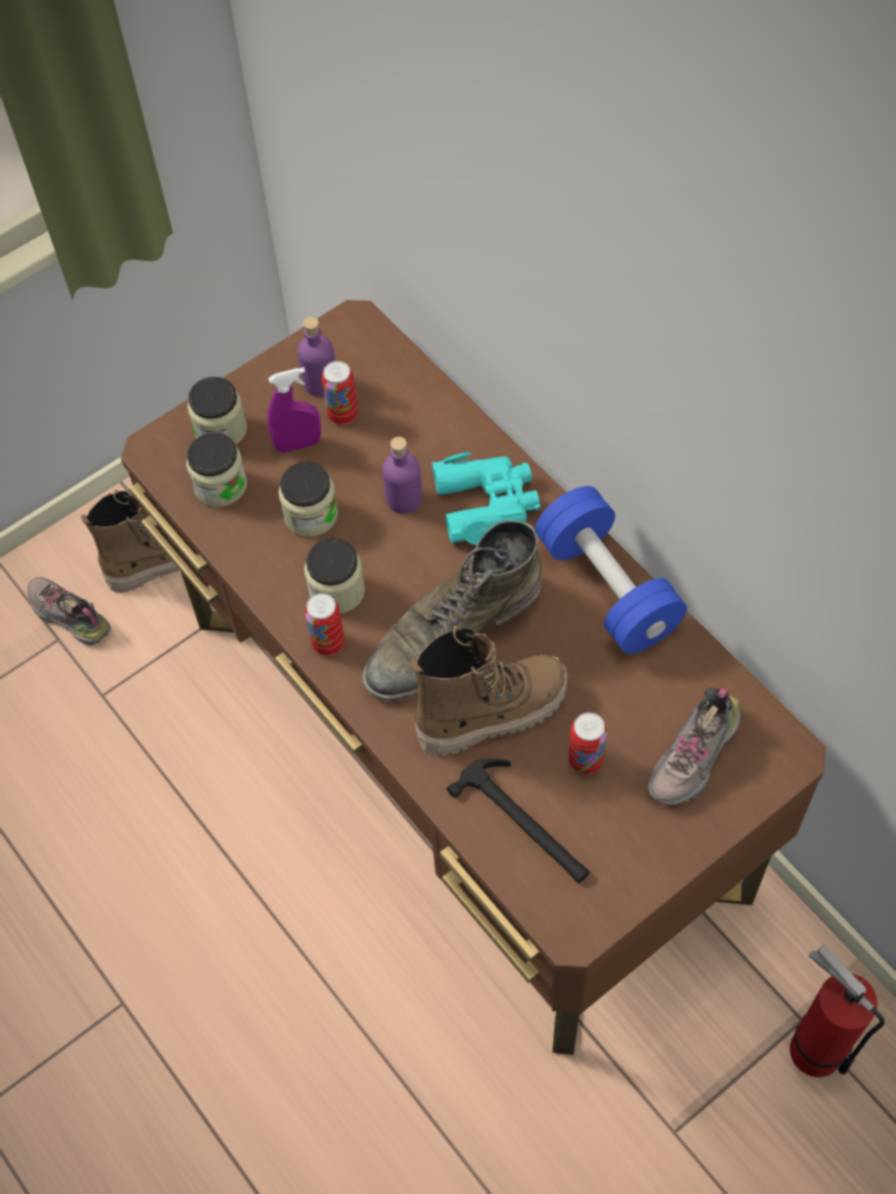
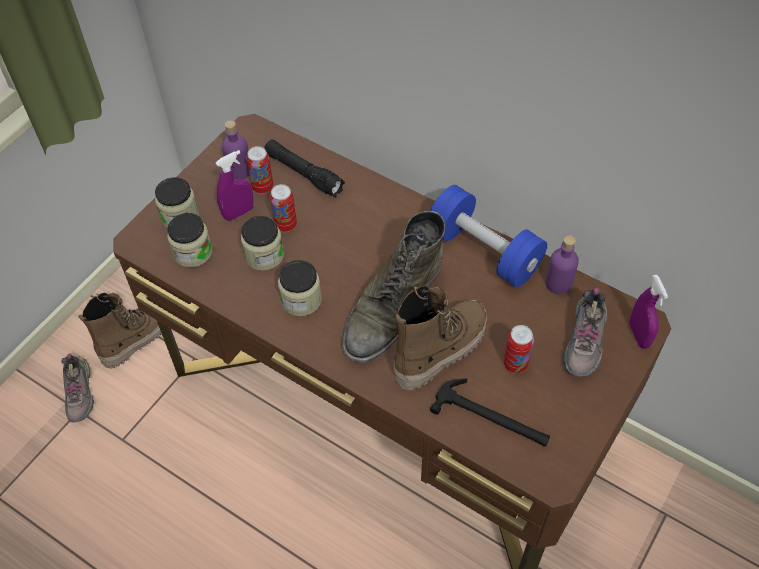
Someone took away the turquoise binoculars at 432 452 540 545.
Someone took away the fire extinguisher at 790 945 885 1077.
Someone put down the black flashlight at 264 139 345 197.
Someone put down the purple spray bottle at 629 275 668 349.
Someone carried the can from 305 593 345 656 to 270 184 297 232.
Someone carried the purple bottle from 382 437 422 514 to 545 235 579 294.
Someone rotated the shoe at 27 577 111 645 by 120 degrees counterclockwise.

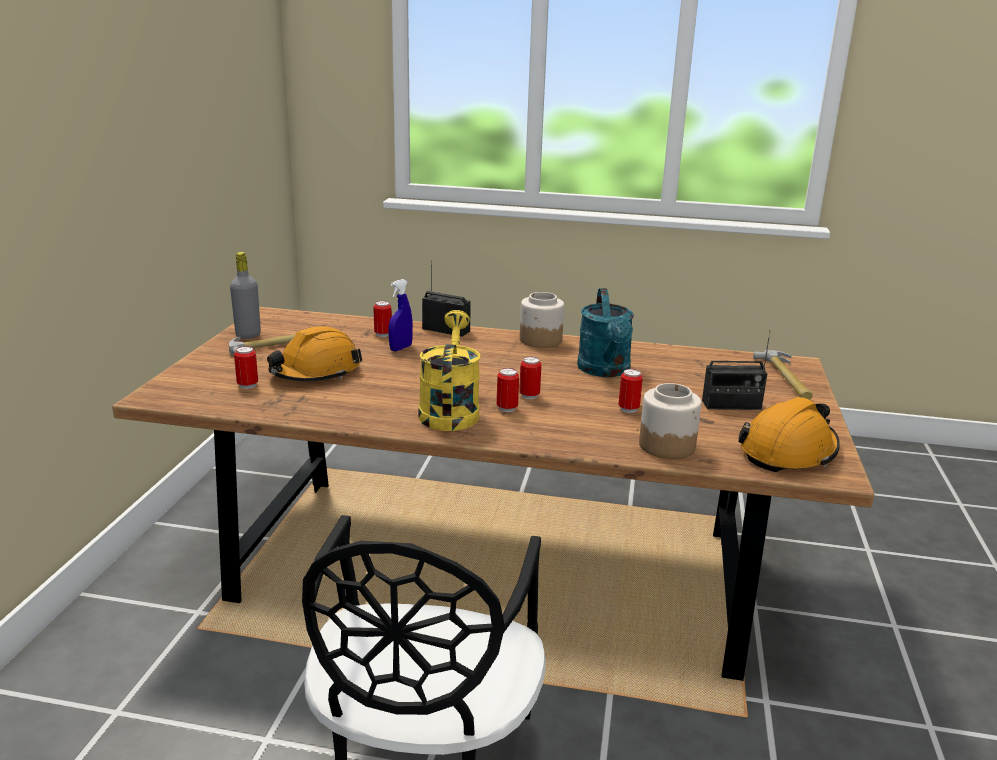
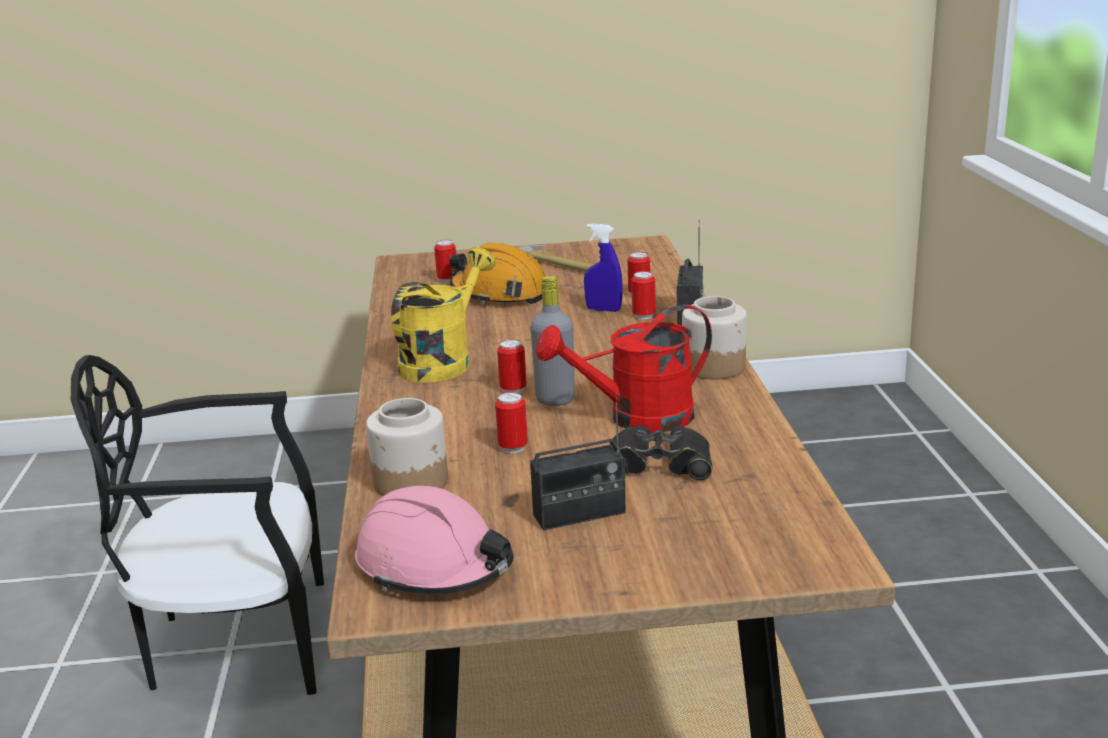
Someone took away the hammer at 753 350 813 400.
Someone put down the black binoculars at 610 426 713 481.
Someone carried the grey bottle from 230 252 261 339 to 530 276 575 406.
Someone carried the can from 497 368 519 412 to 631 271 656 319.
Someone repainted the turquoise watering can at 577 288 634 377, which became the red watering can at 536 304 712 433.
Someone repainted the orange hard hat at 738 397 840 472, which became the pink hard hat at 355 486 513 595.
Someone rotated the yellow watering can at 418 310 481 431 by 45 degrees counterclockwise.
Someone rotated the radio at 702 330 771 410 by 90 degrees counterclockwise.

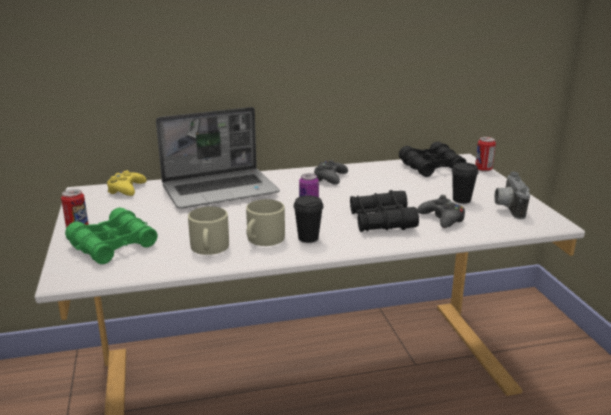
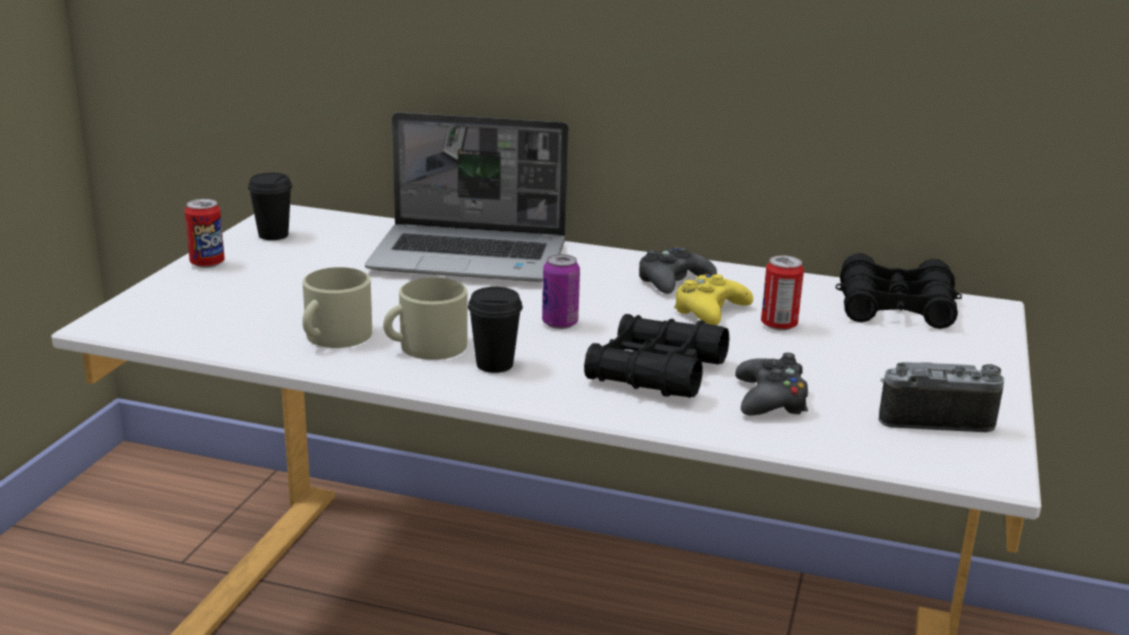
Someone took away the green binoculars at 65 208 157 264.
Someone carried the yellow game controller from 107 171 147 196 to 674 273 753 325.
Someone carried the black cup from 451 162 478 204 to 248 173 292 240.
Someone carried the can from 475 137 496 172 to 761 255 804 331.
Someone rotated the photo camera at 494 172 530 219 by 60 degrees clockwise.

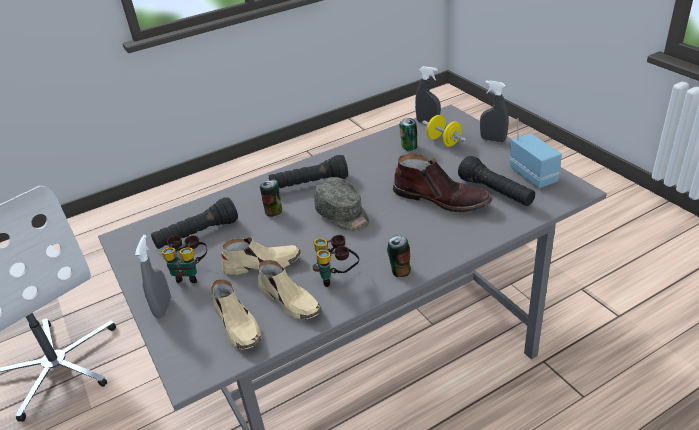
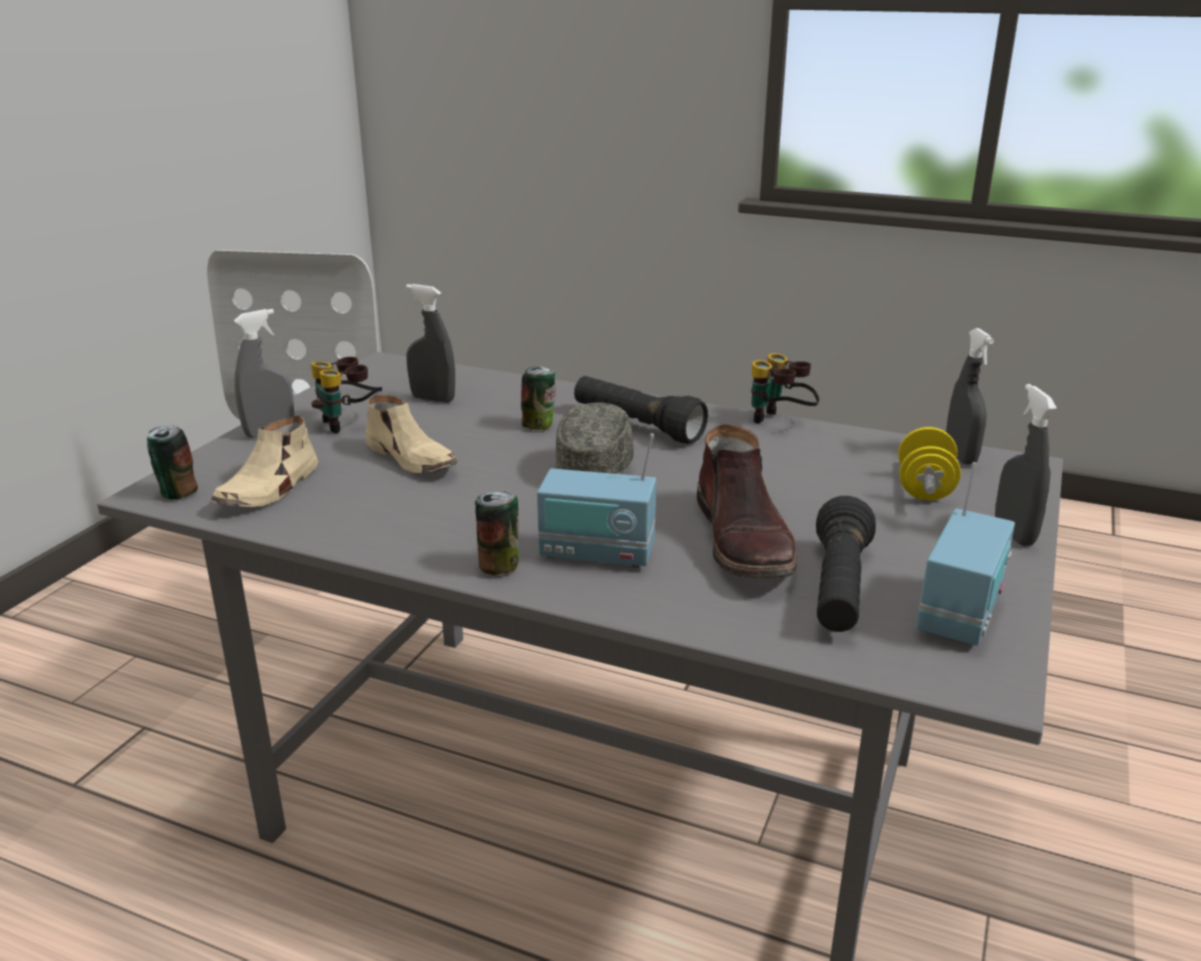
Someone took away the beige shoe at 258 260 322 319.
Someone put down the radio at 537 434 656 568.
Someone carried the binoculars from 313 235 359 287 to 751 353 819 423.
Someone carried the can from 399 118 417 151 to 147 425 198 500.
Someone swapped the black flashlight at 151 197 238 249 for the grey spray bottle at 406 284 455 403.

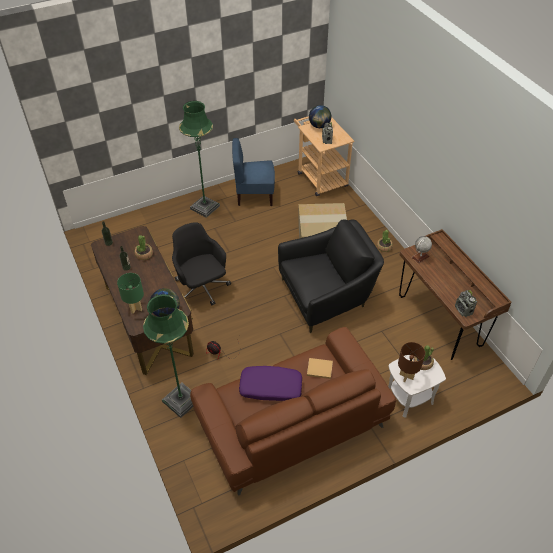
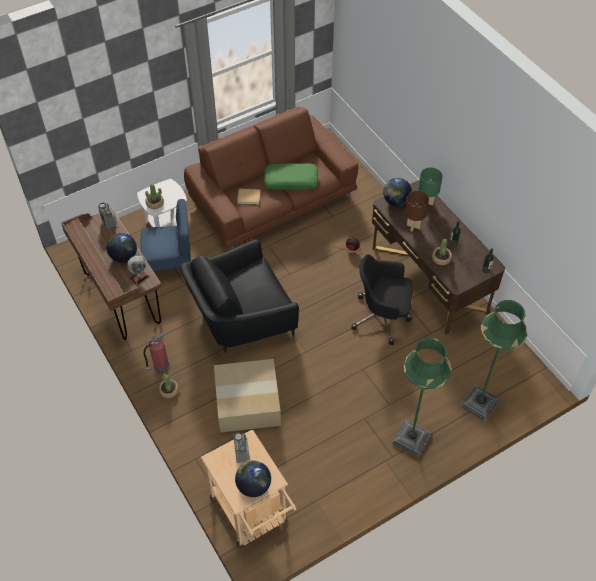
Someone put down the globe at 107 233 137 263.
Someone put down the fire extinguisher at 143 333 169 371.
Someone carried the green floor lamp from 143 294 193 418 to 460 300 528 422.
Someone carried the blue chair from 232 138 275 206 to 140 199 191 271.
Someone carried the brown table lamp from 398 342 425 382 to 405 191 429 232.
Someone repainted the purple pillow at 239 366 302 401, which became the green pillow at 264 163 318 190.
Someone rotated the black office chair at 172 222 231 305 by 135 degrees clockwise.

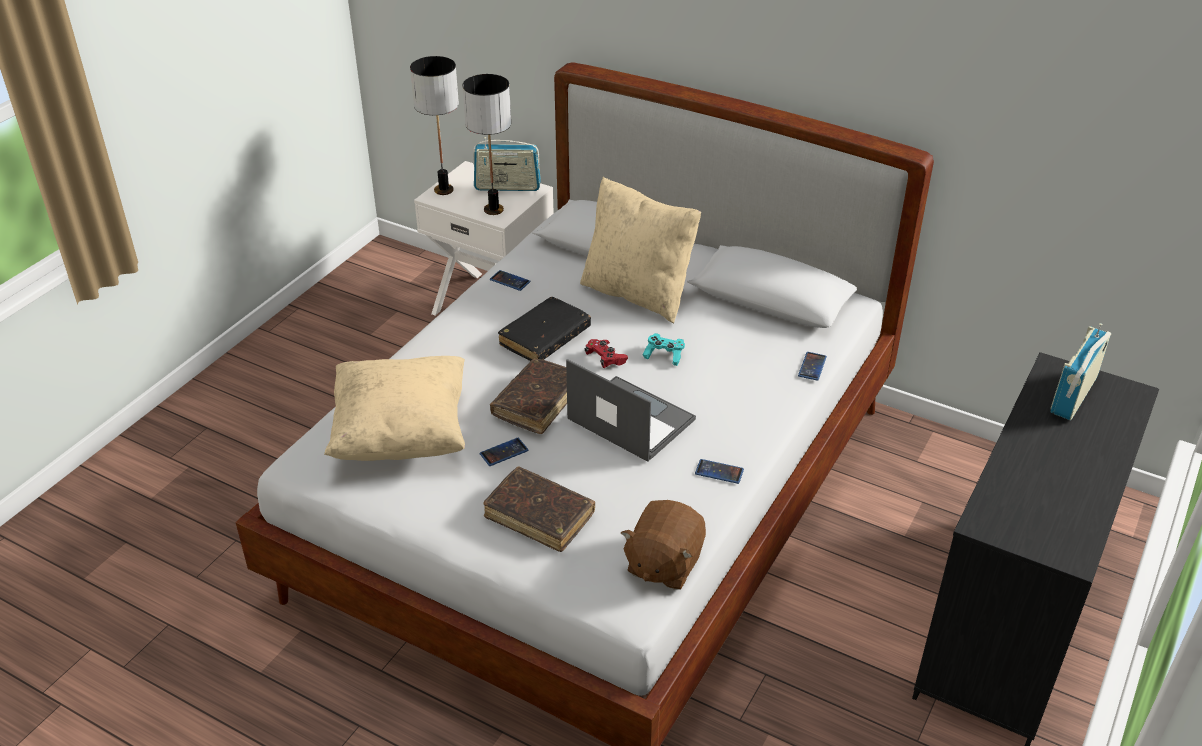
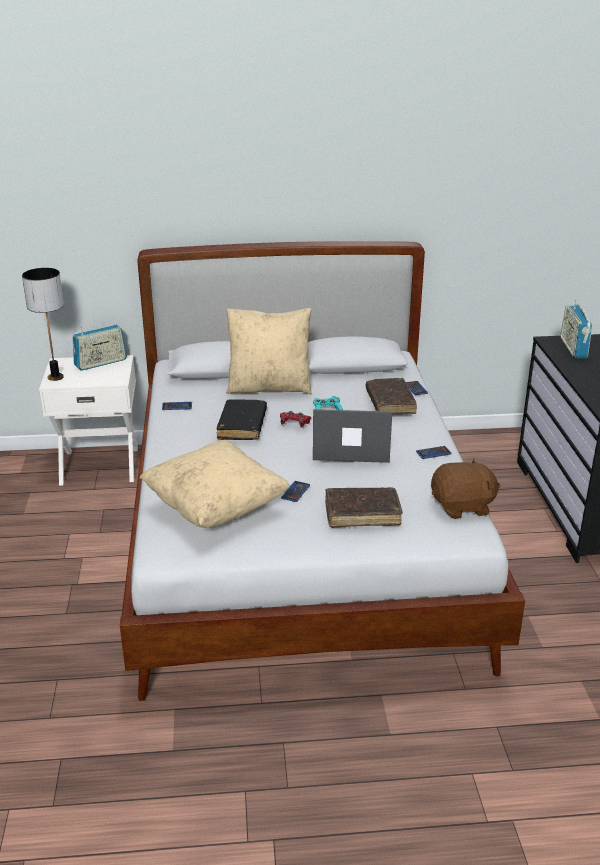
Someone took away the table lamp at 462 74 511 215.
Someone carried the brown book from 490 358 567 434 to 366 378 417 415.
Someone rotated the brown plush toy at 621 500 706 590 by 90 degrees counterclockwise.

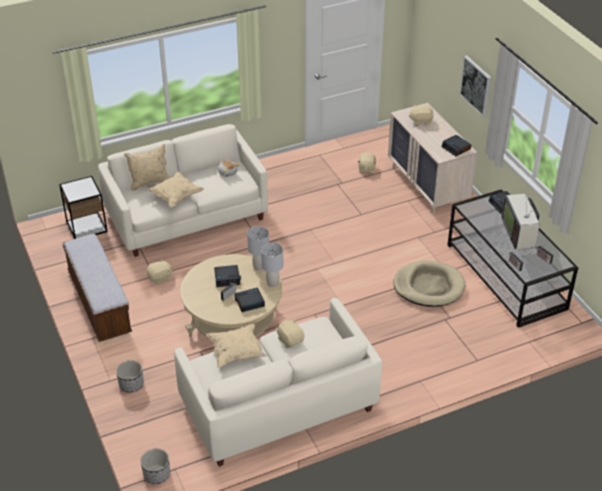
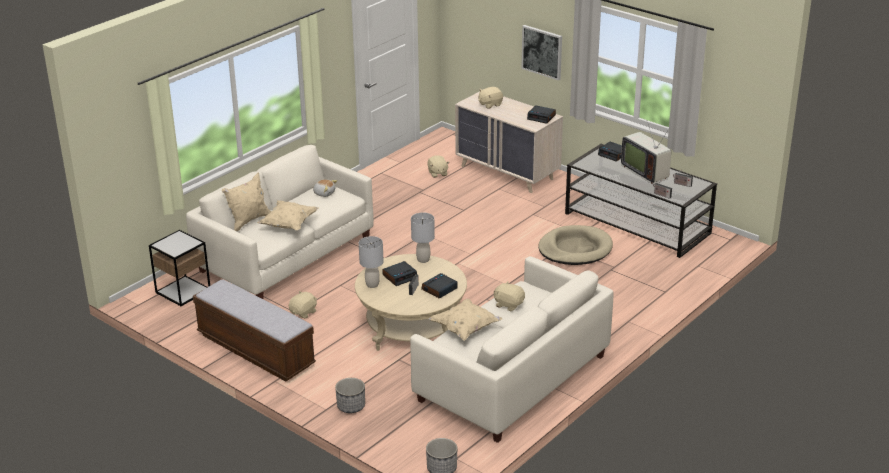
Someone carried the grey table lamp from 261 242 283 287 to 359 236 384 288.

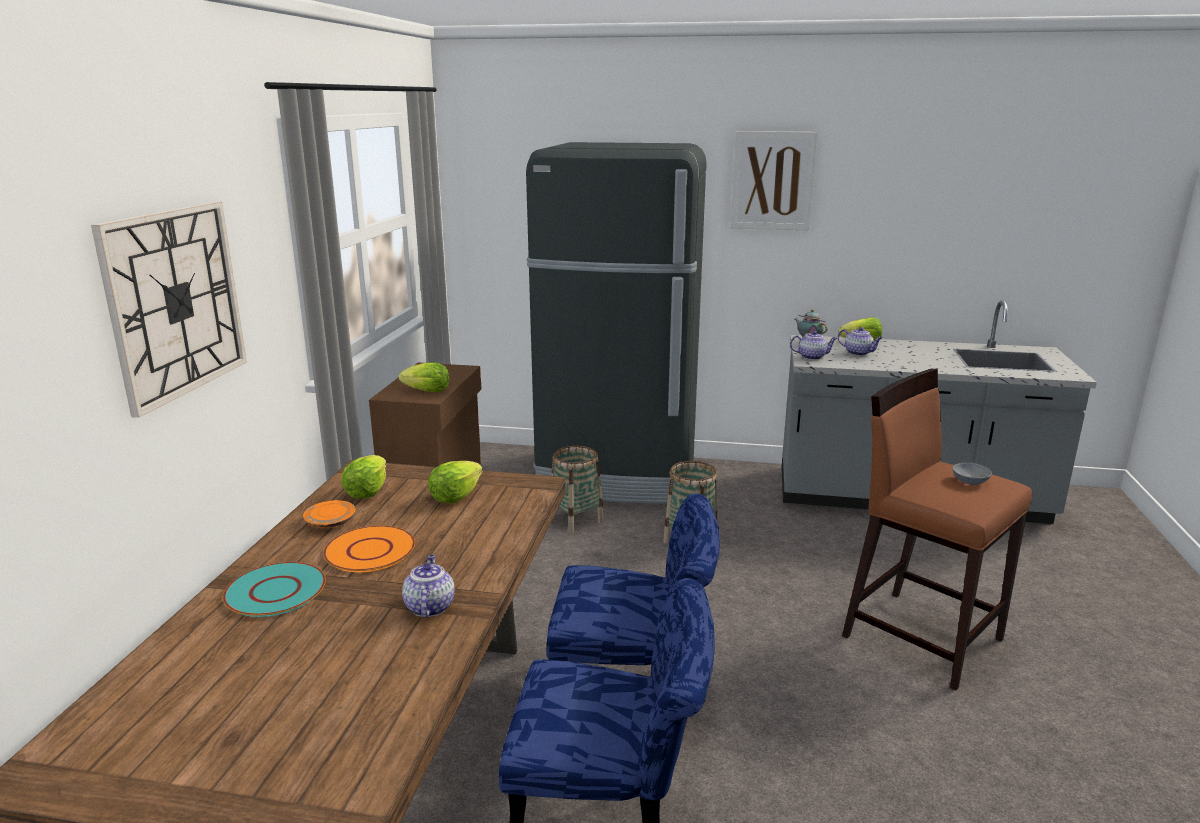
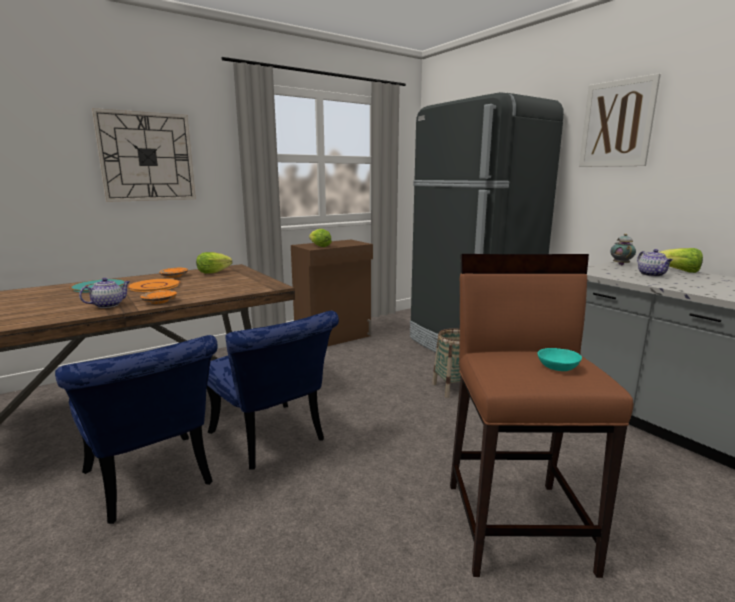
Someone took away the lettuce at 428 461 483 503.
Someone took away the basket at 551 446 604 533.
Someone took away the teapot at 790 331 837 360.
Someone put down the orange plate at 140 290 177 304.
Someone repainted the grey bowl at 953 463 992 485, which became the turquoise bowl at 538 348 582 371.

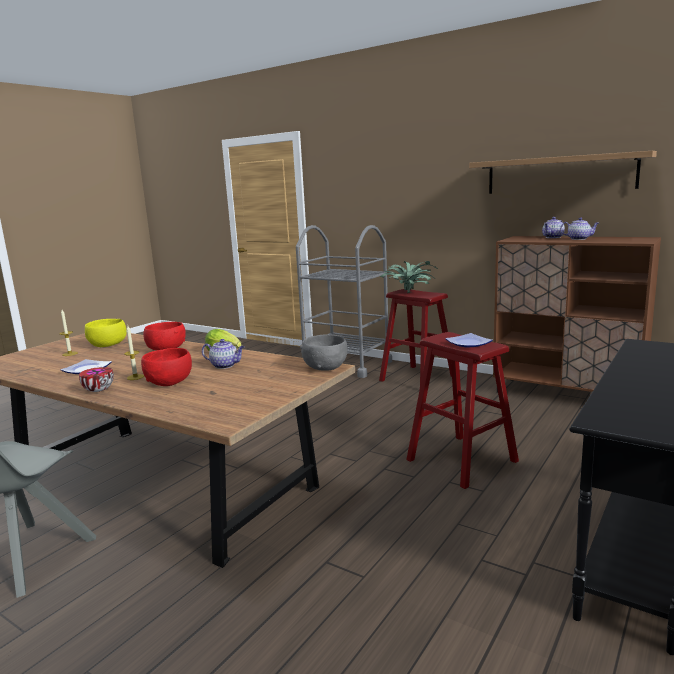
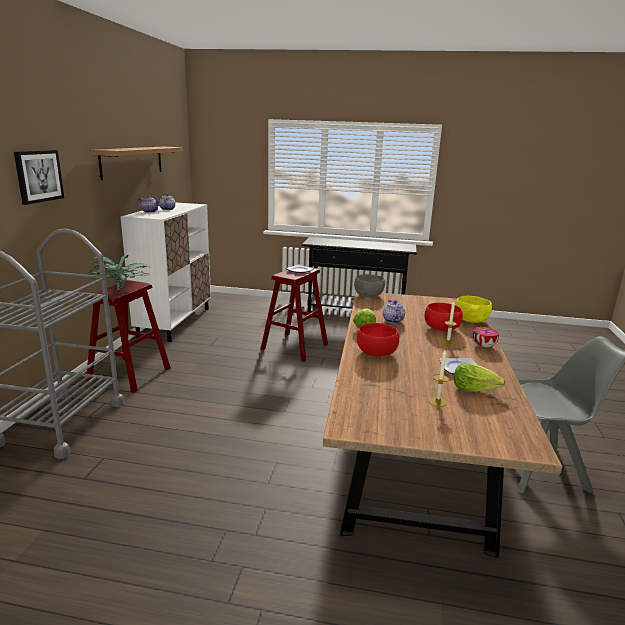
Someone put up the picture at 14 150 64 205.
Someone put down the lettuce at 454 362 505 392.
Someone carried the yellow bowl from 85 319 127 347 to 455 296 492 323.
Someone repainted the brown cabinet at 493 236 661 393, which became the white cabinet at 120 202 211 342.

